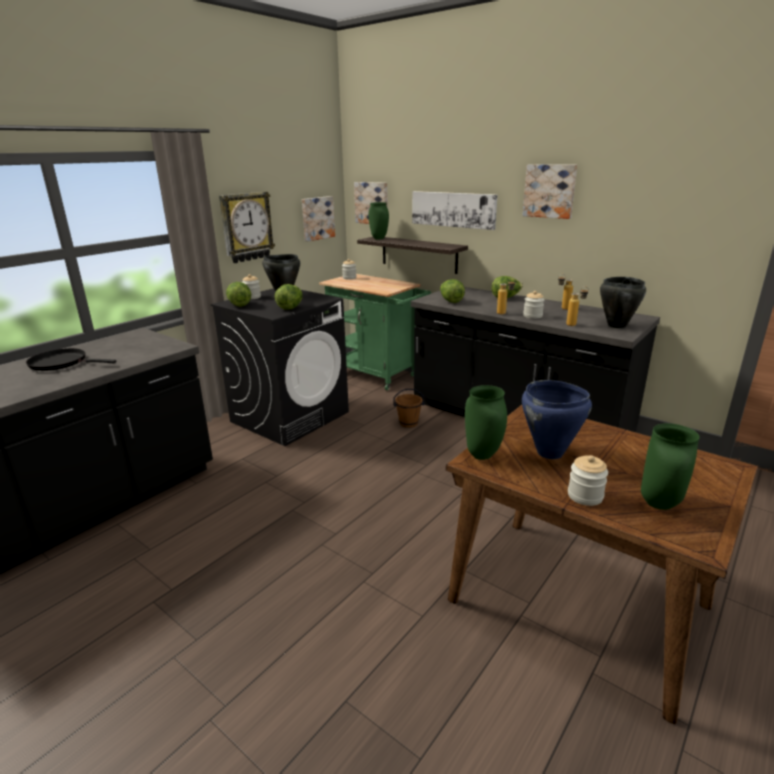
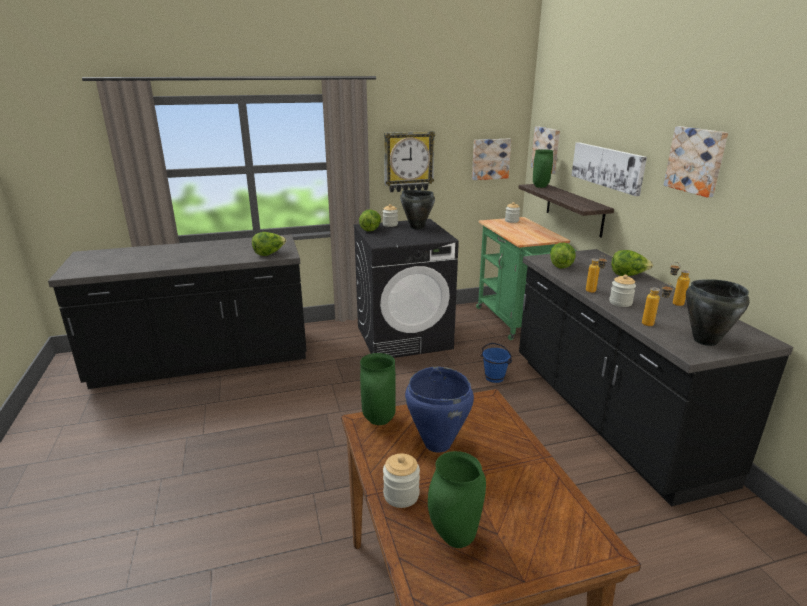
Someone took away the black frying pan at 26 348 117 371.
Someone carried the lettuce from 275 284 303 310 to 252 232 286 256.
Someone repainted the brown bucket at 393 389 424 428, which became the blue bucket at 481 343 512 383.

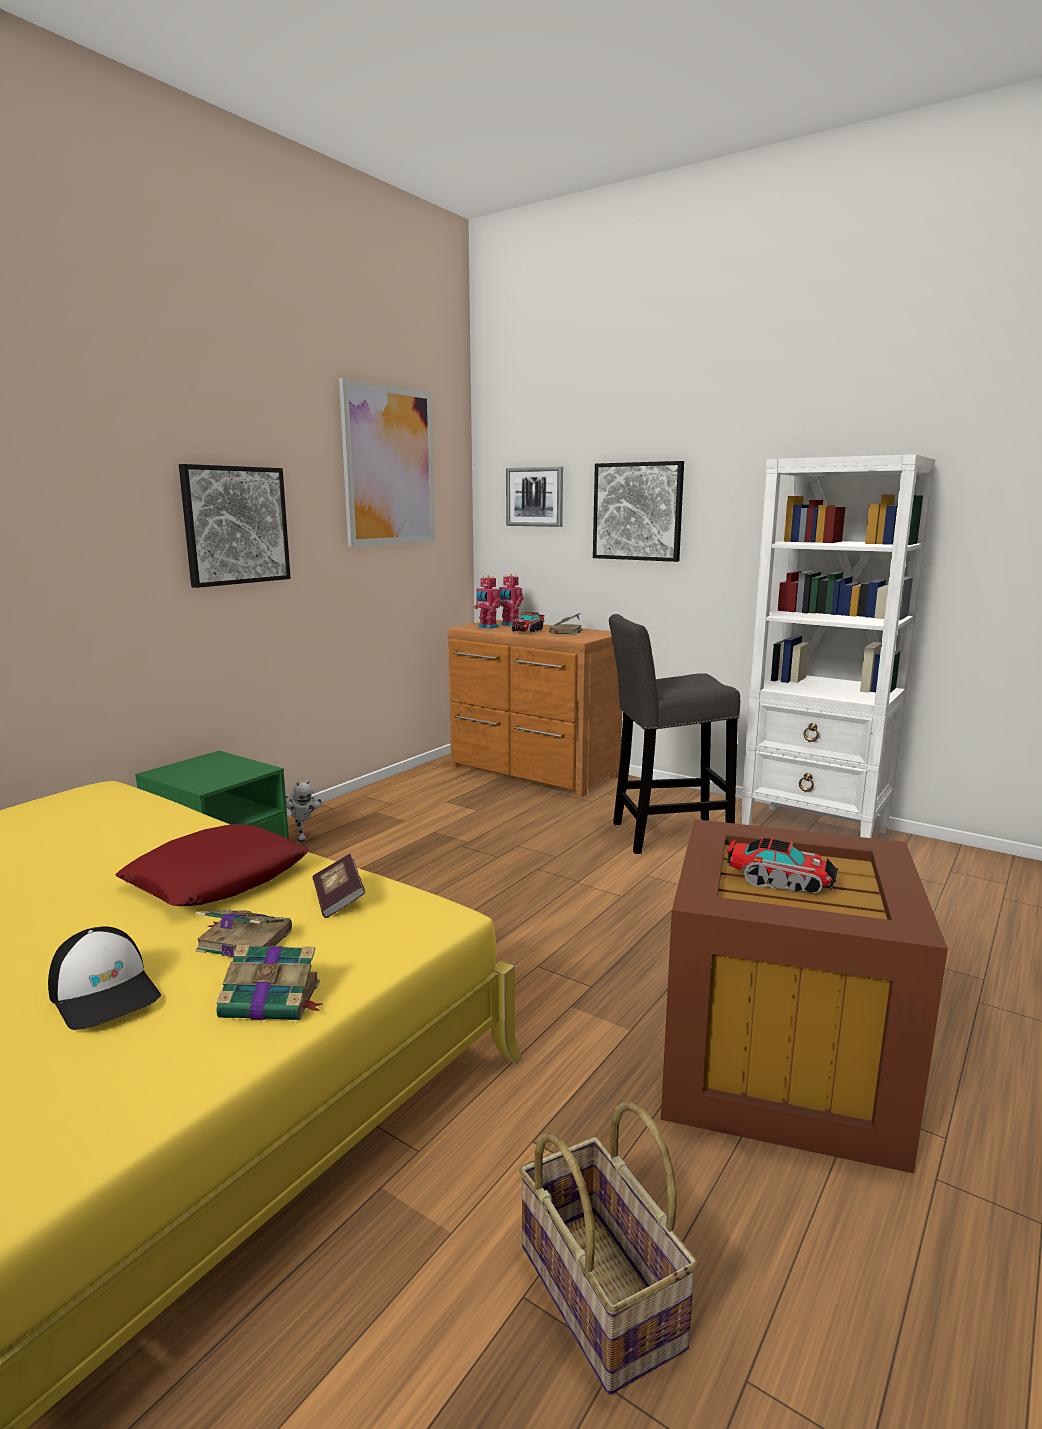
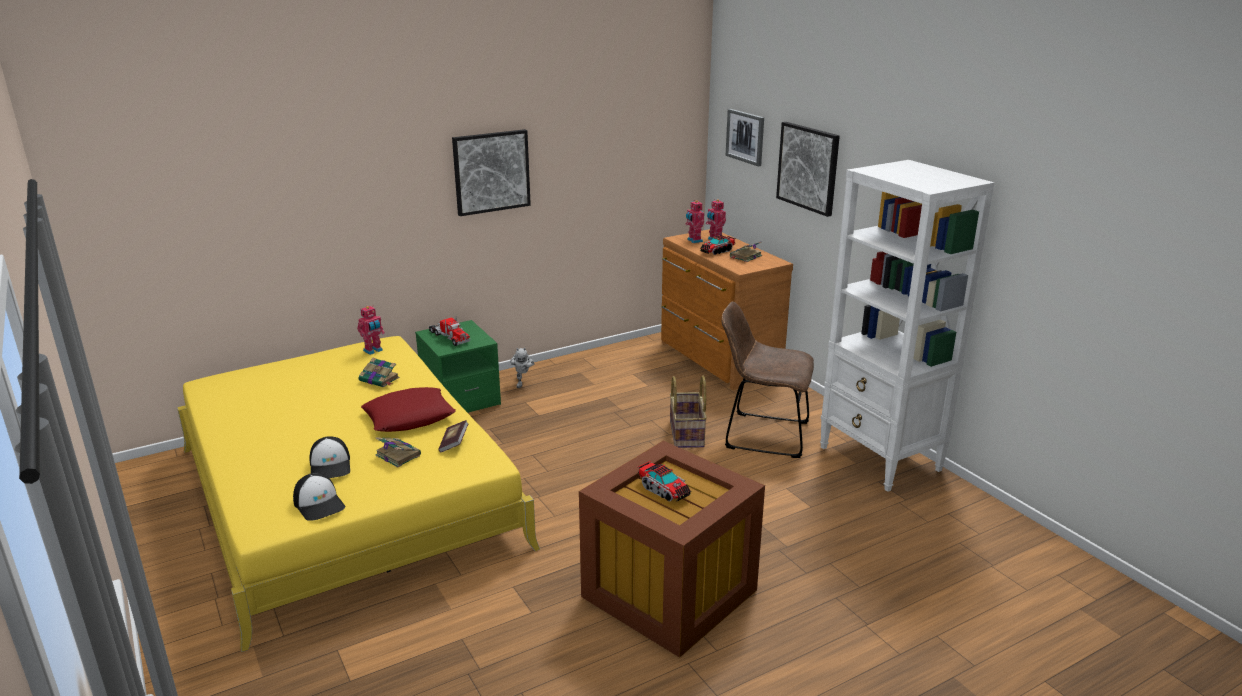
Someone took away the picture at 339 378 435 547.
Someone put down the cap at 293 473 346 521.
Someone put down the toy robot at 357 306 385 355.
Someone put down the toy truck at 429 317 470 346.
Someone carried the book from 216 945 323 1020 to 359 358 399 387.
Someone carried the basket from 519 1102 698 1395 to 670 375 707 448.
Someone swapped the grey stool at 609 614 740 854 for the brown chair at 722 301 814 458.

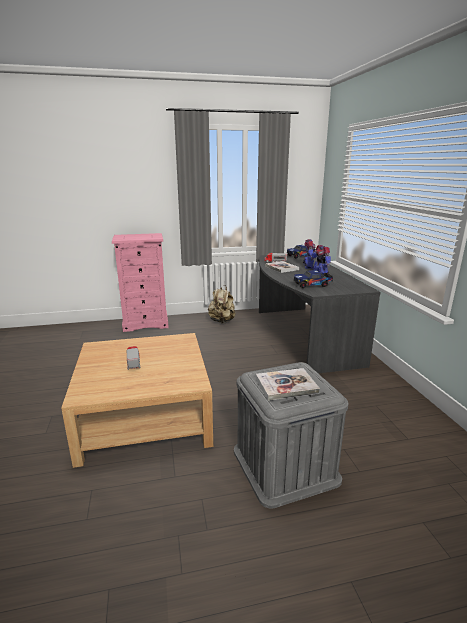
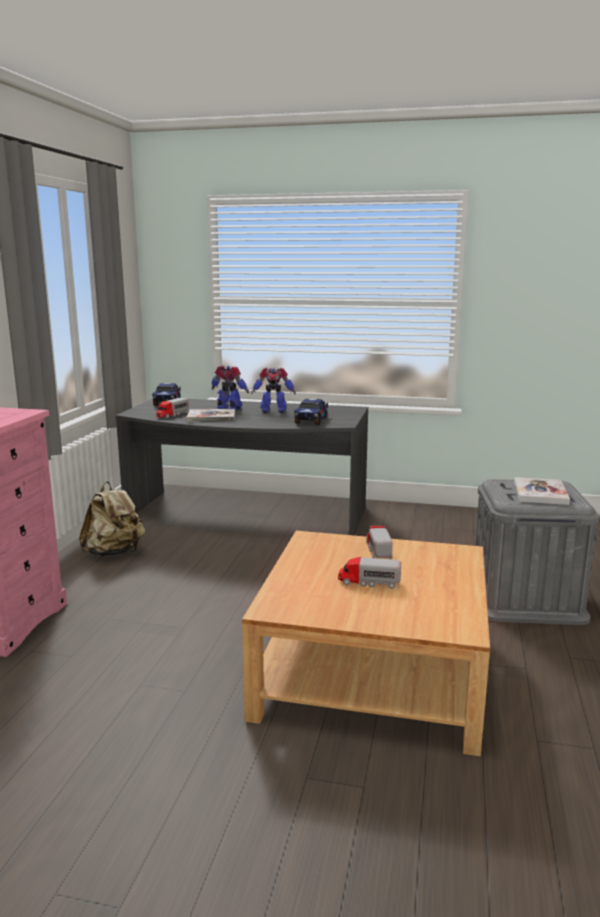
Someone put down the toy truck at 366 526 392 559.

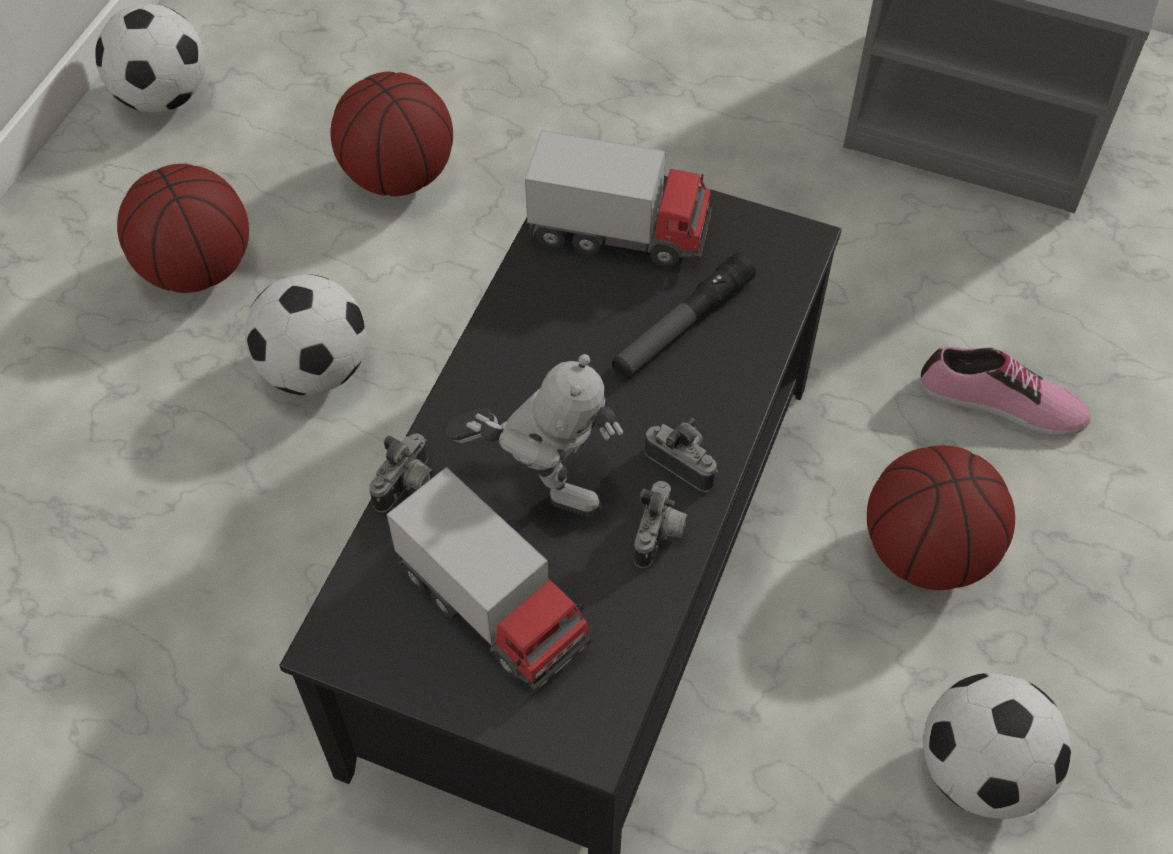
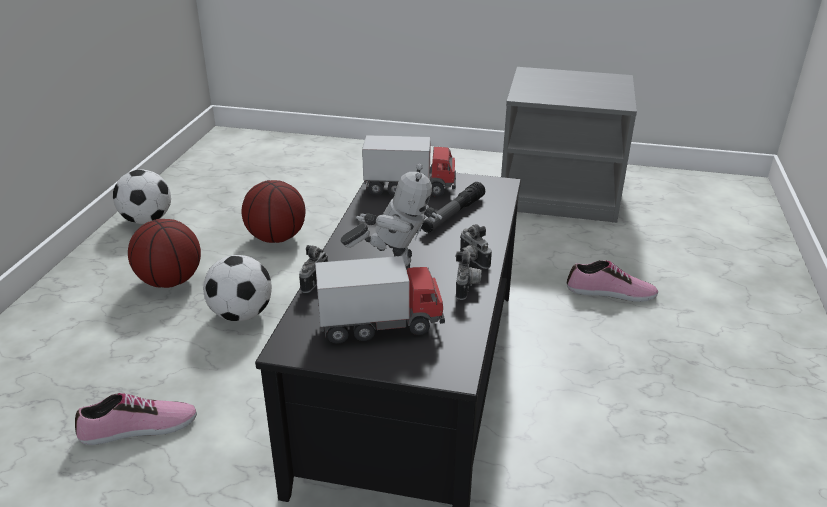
Someone took away the basketball at 867 445 1015 590.
Someone took away the football at 923 673 1071 819.
Someone put down the shoe at 75 393 197 445.
Someone rotated the toy truck at 387 467 591 693 by 45 degrees counterclockwise.
Someone rotated the photo camera at 645 418 718 492 by 150 degrees counterclockwise.

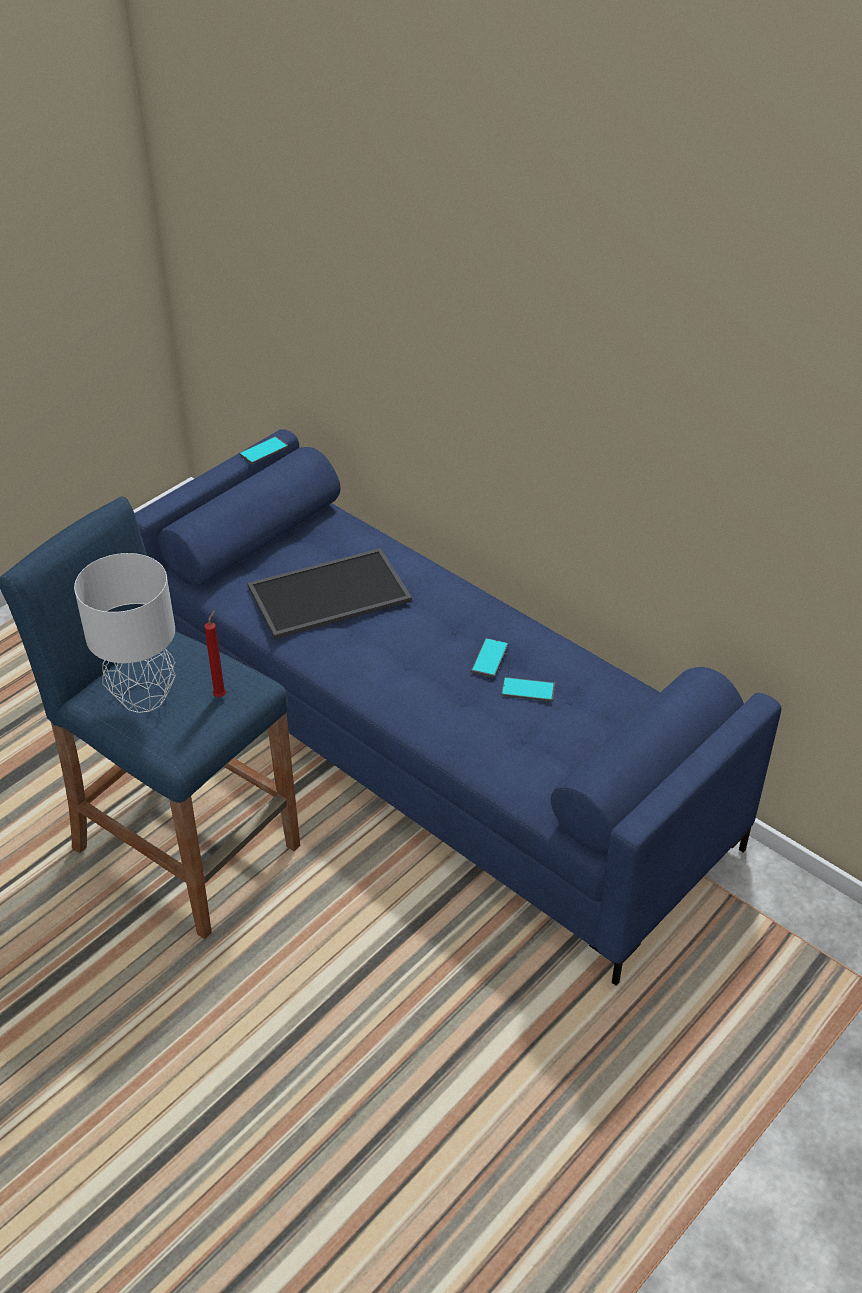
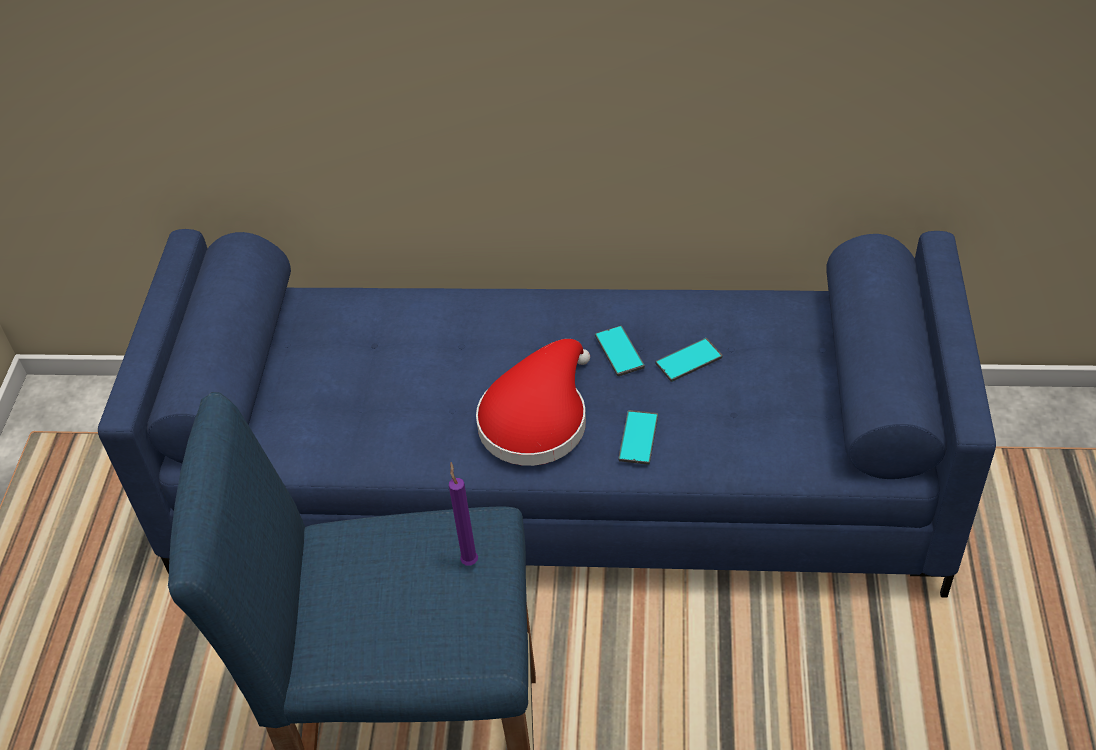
Someone took away the grey table lamp at 74 553 176 713.
Someone took away the tray at 247 548 412 639.
Someone put down the red hat at 476 339 590 466.
Someone carried the phone from 240 436 288 464 to 618 410 658 465.
Someone repainted the red candle at 204 610 226 697, which became the purple candle at 449 462 478 566.

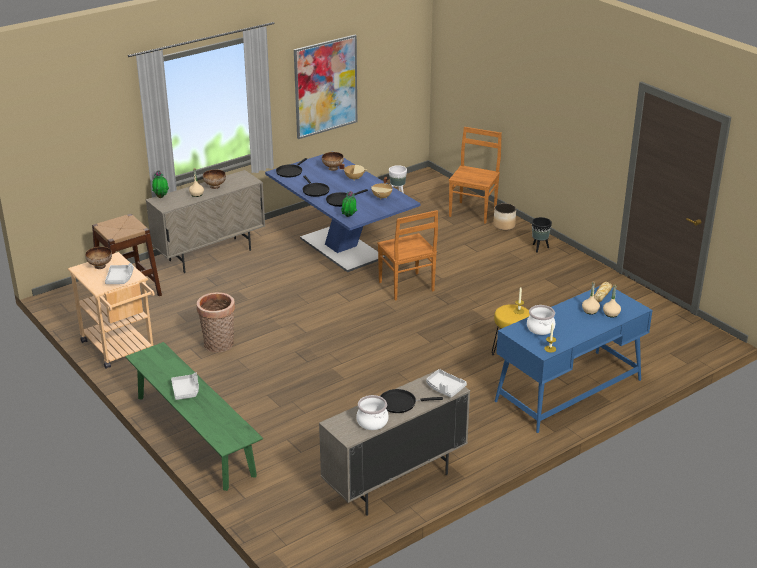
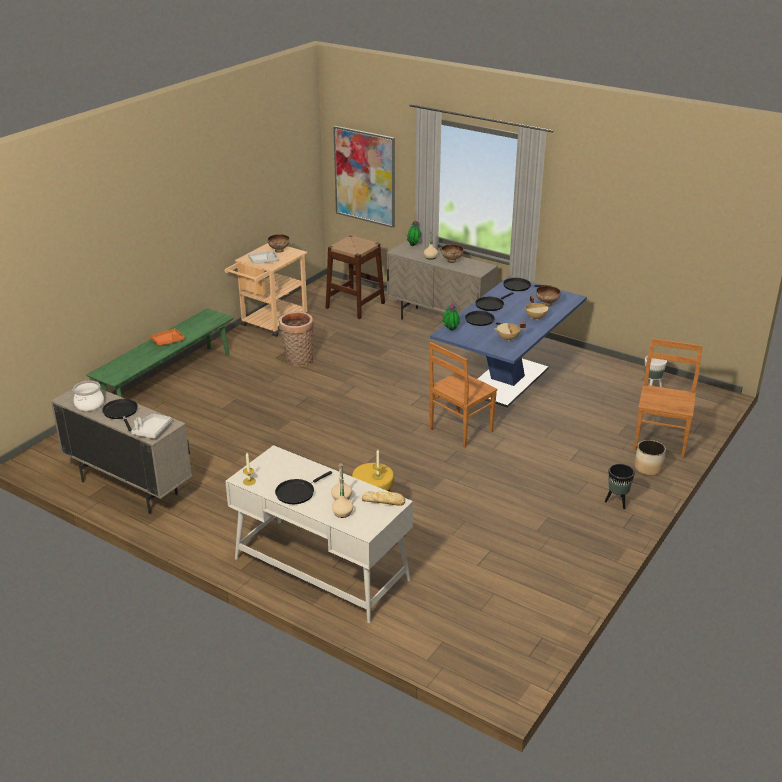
Someone took away the cooking pot at 527 305 555 335.
Someone put down the black frying pan at 275 471 332 504.
Someone carried the picture from 294 35 357 139 to 333 126 395 228.
Someone repainted the grey tray at 171 373 199 400, which became the orange tray at 150 328 185 345.
Someone repainted the blue desk at 495 286 653 433, which became the white desk at 225 445 413 623.
Someone rotated the brown chair at 449 127 502 224 by 75 degrees counterclockwise.

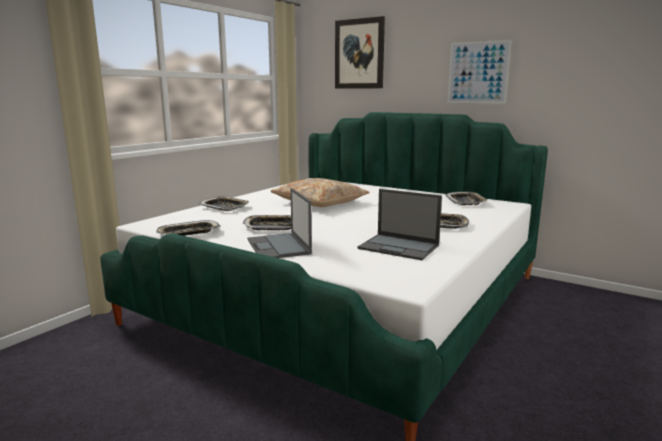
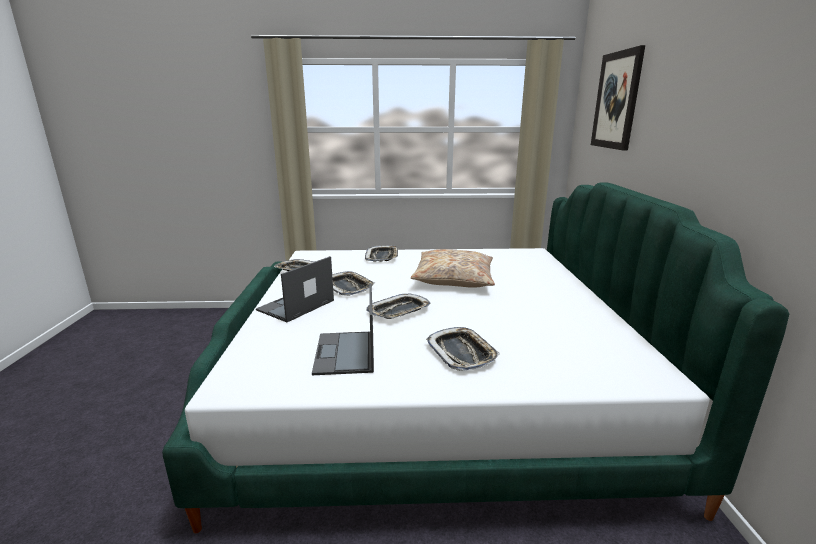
Someone took away the picture at 447 40 512 104.
Someone carried the tray from 445 192 487 205 to 366 294 431 319.

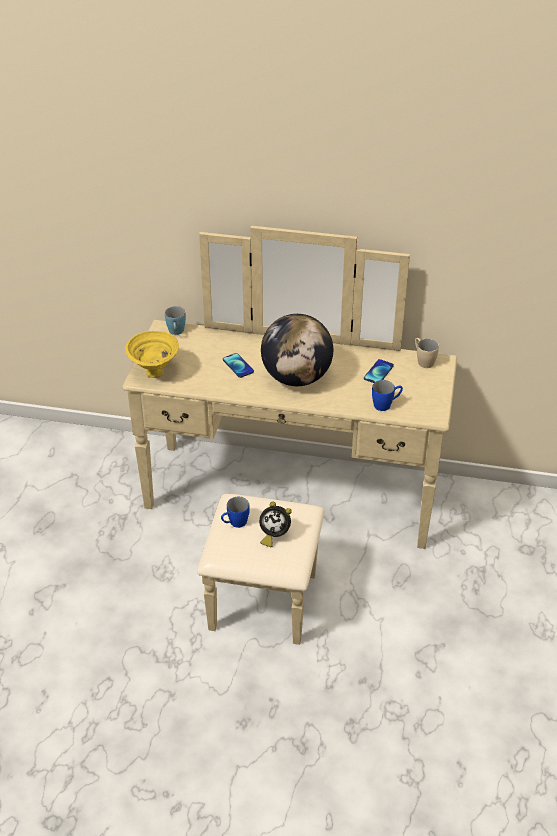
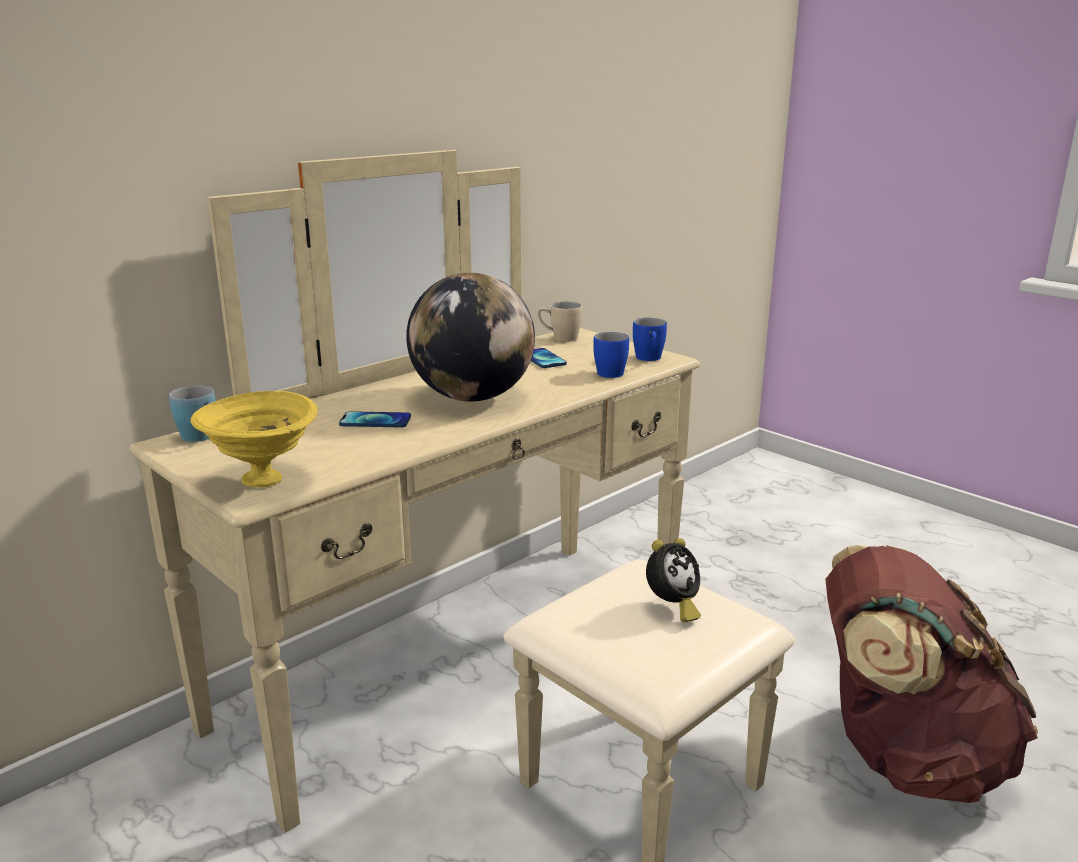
Someone put down the brown backpack at 825 545 1038 803.
Someone carried the blue mug from 221 497 250 528 to 633 318 667 361.

